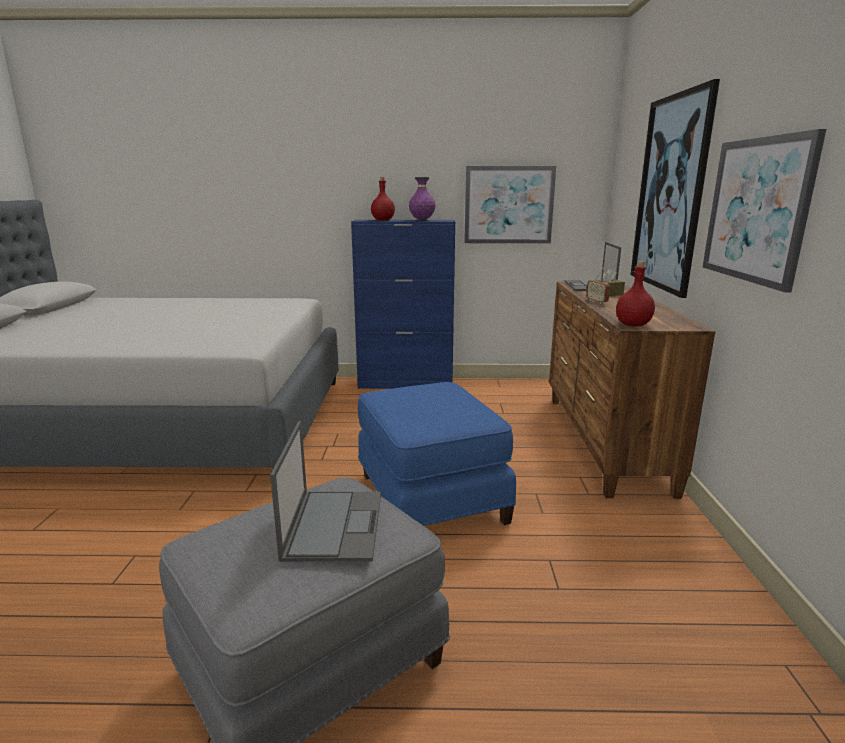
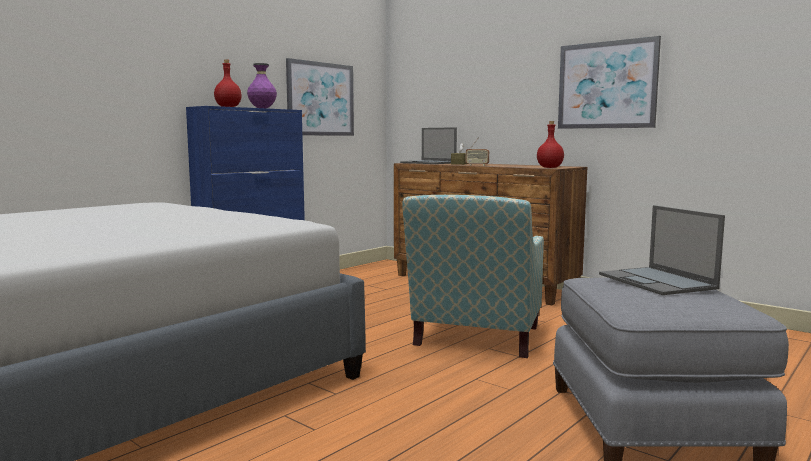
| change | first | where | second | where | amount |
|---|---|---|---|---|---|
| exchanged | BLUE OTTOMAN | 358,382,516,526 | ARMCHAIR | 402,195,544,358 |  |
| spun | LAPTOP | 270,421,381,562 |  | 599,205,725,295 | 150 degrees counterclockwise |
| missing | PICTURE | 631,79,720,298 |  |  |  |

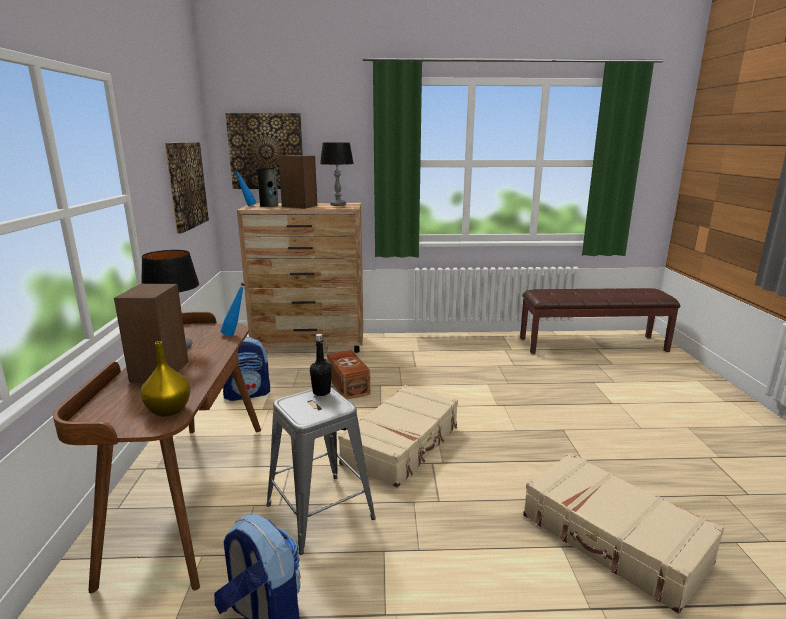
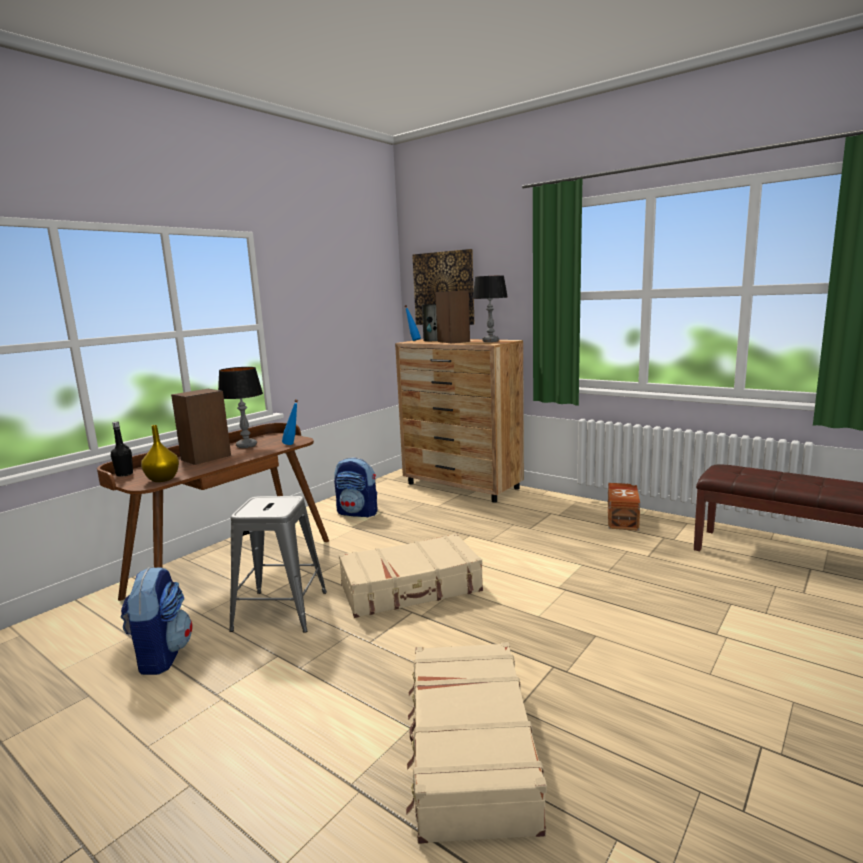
| change | first | where | second | where | amount |
|---|---|---|---|---|---|
| relocated | BLACK BOTTLE | 310,334,332,396 |  | 111,422,133,477 |  |
| relocated | BROWN STORAGE BOX | 327,350,370,399 |  | 608,483,640,531 |  |
| missing | PICTURE | 165,142,209,234 |  |  |  |

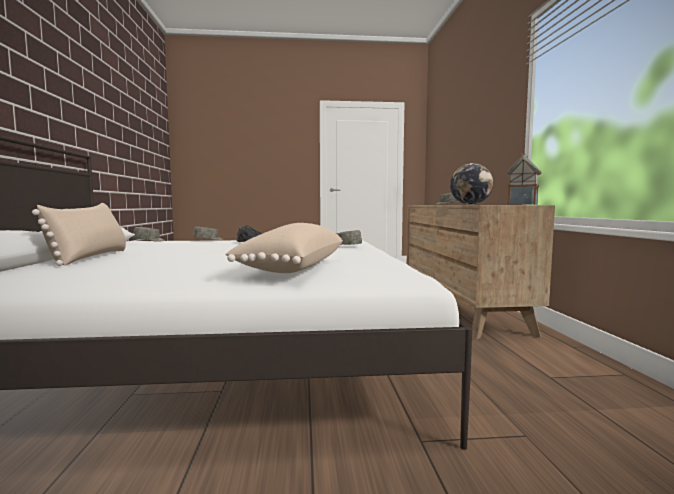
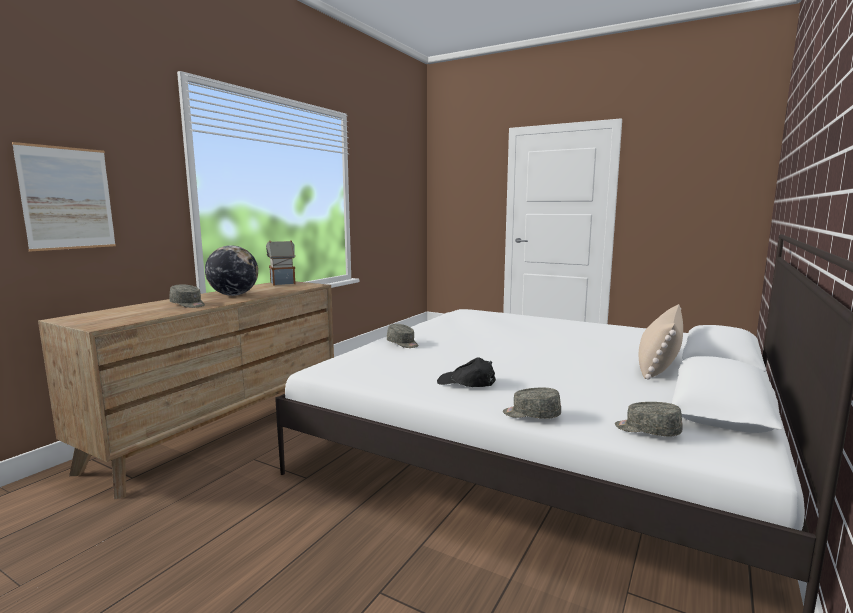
| change | first | where | second | where | amount |
|---|---|---|---|---|---|
| appeared |  |  | PICTURE | 12,142,116,251 |  |
| missing | BEIGE PILLOW | 225,223,343,273 |  |  |  |

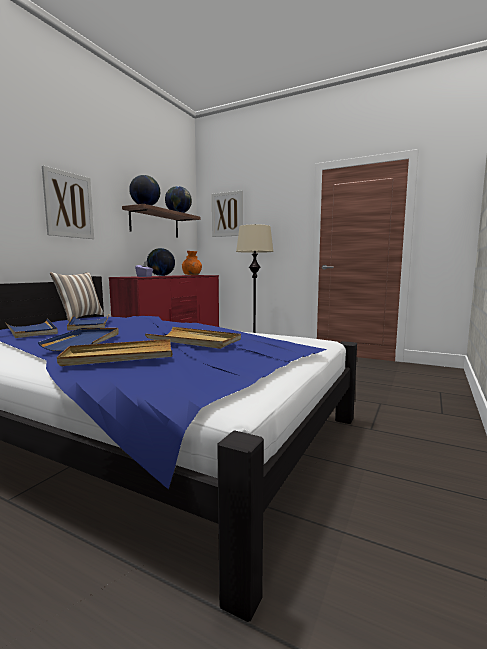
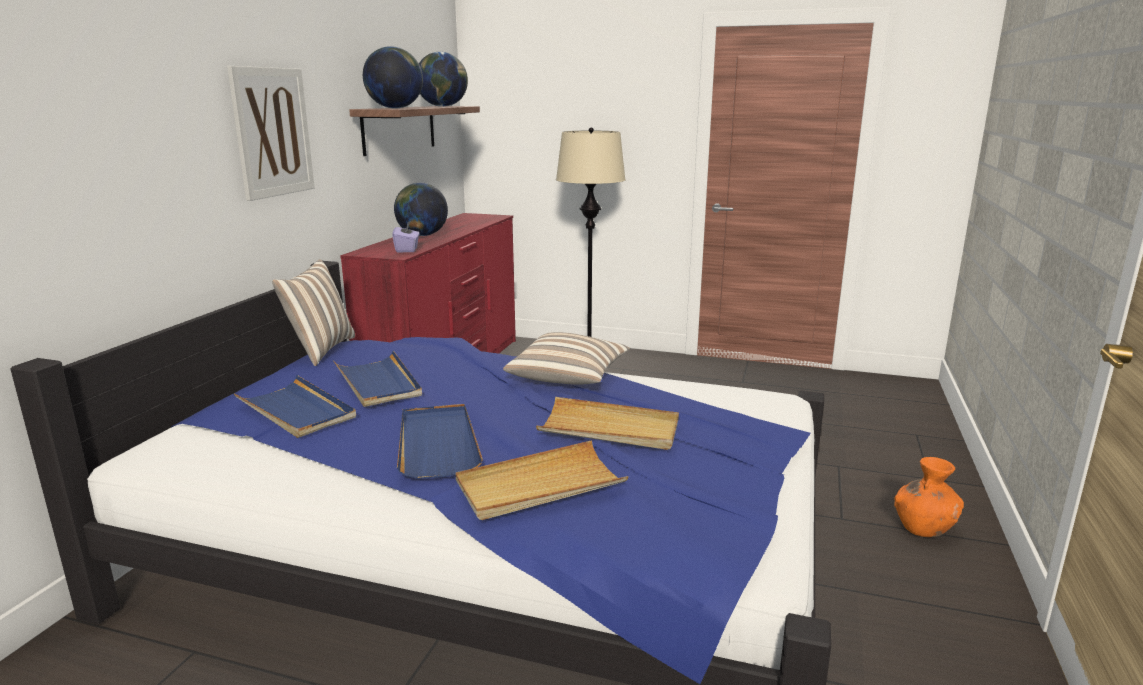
| change | first | where | second | where | amount |
|---|---|---|---|---|---|
| appeared |  |  | PILLOW | 503,332,630,385 |  |
| relocated | ORANGE VASE | 182,251,202,275 |  | 894,457,964,537 |  |
| missing | PICTURE | 212,190,243,237 |  |  |  |

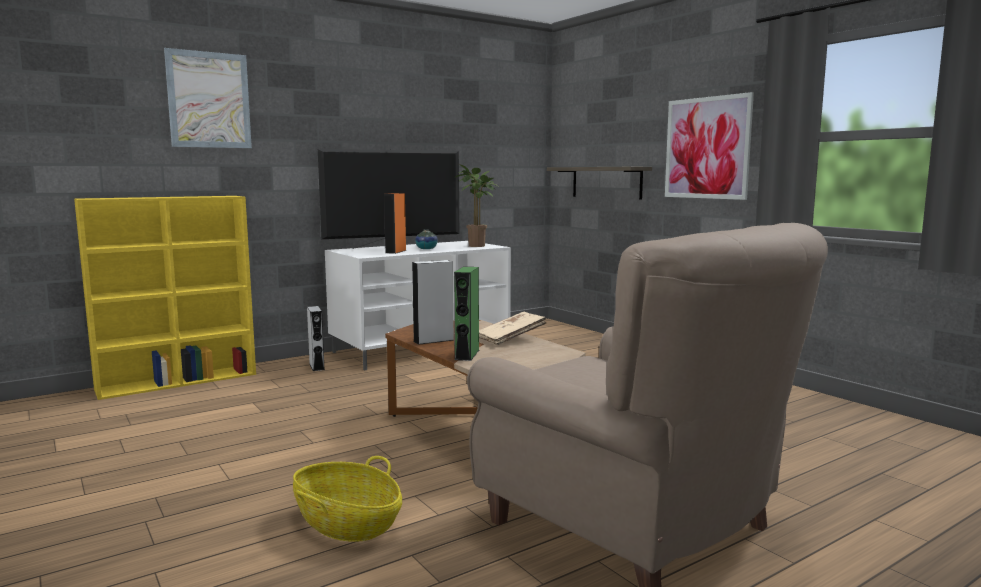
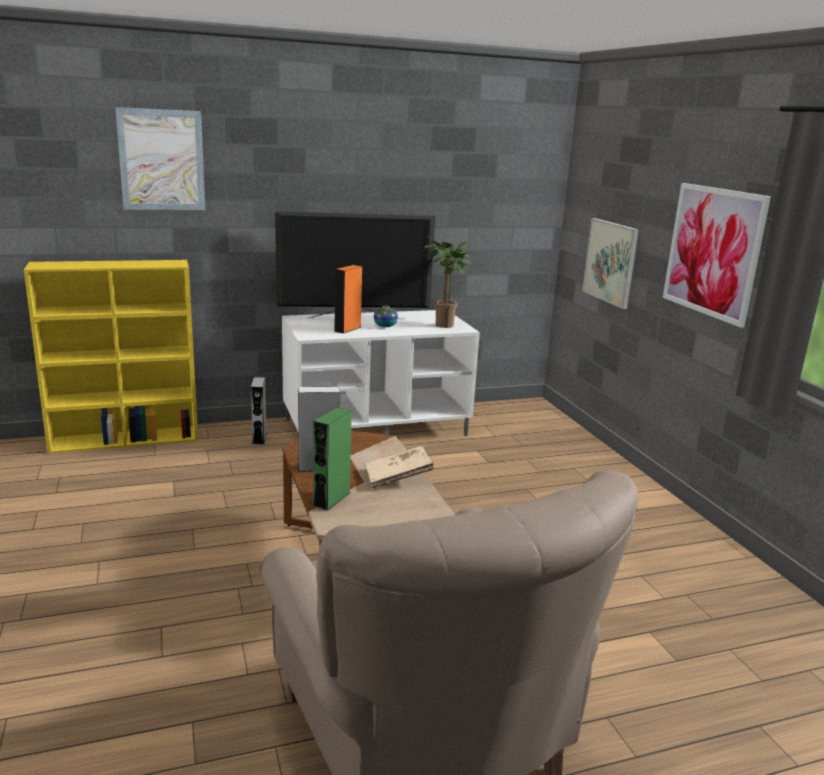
| change | first | where | second | where | amount |
|---|---|---|---|---|---|
| exchanged | SHELF | 547,167,652,200 | PICTURE | 582,218,639,309 |  |
| missing | BASKET | 293,456,402,542 |  |  |  |

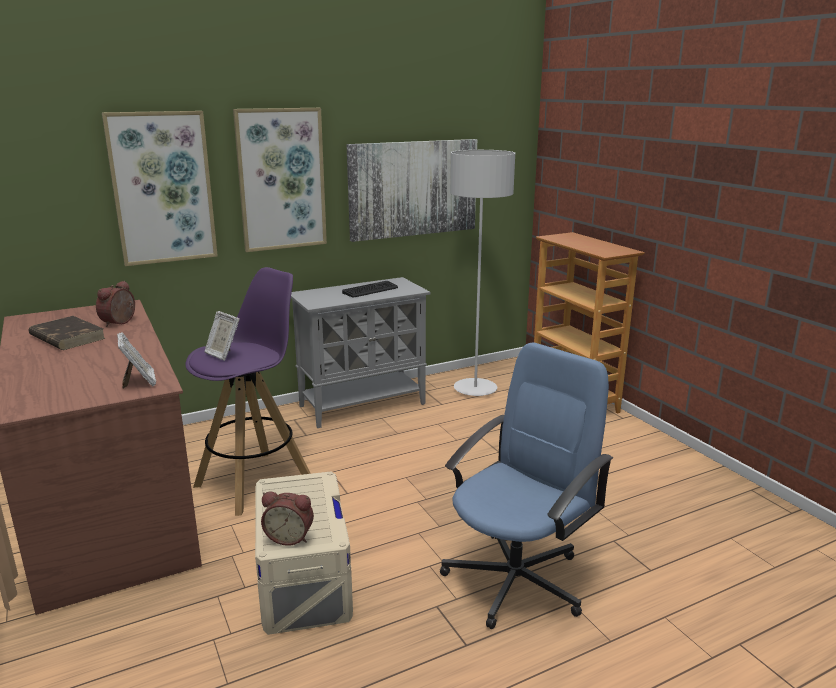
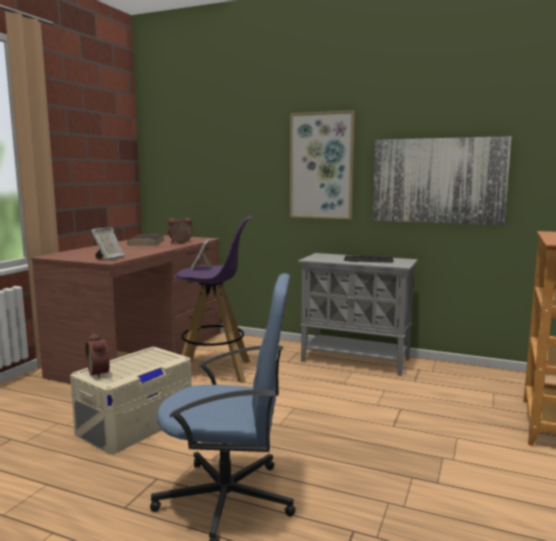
| change | first | where | second | where | amount |
|---|---|---|---|---|---|
| missing | PICTURE | 102,111,218,266 |  |  |  |
| missing | GREY FLOOR LAMP | 450,150,515,396 |  |  |  |

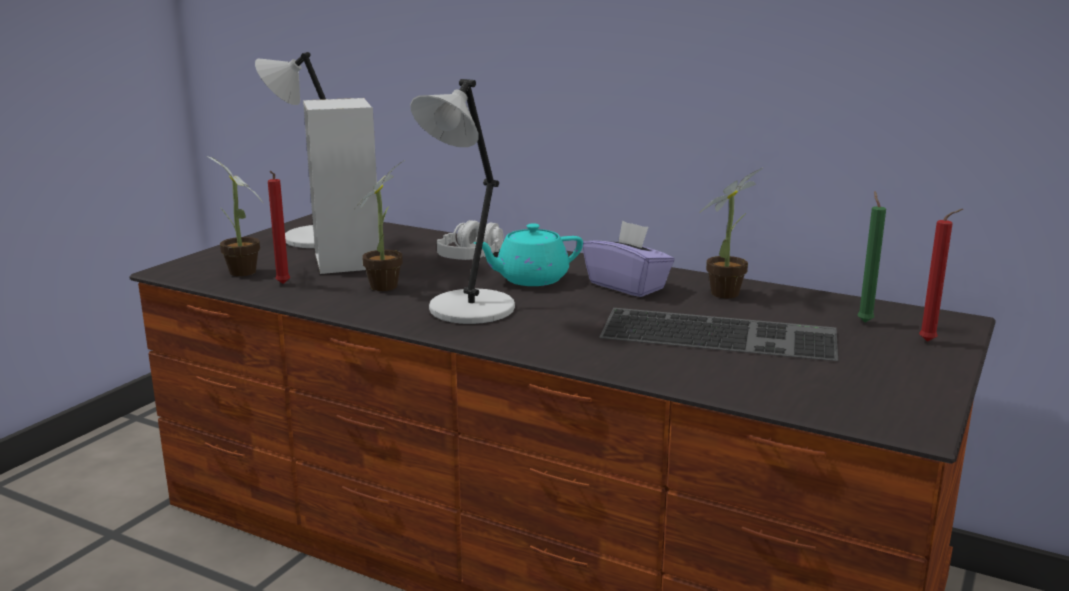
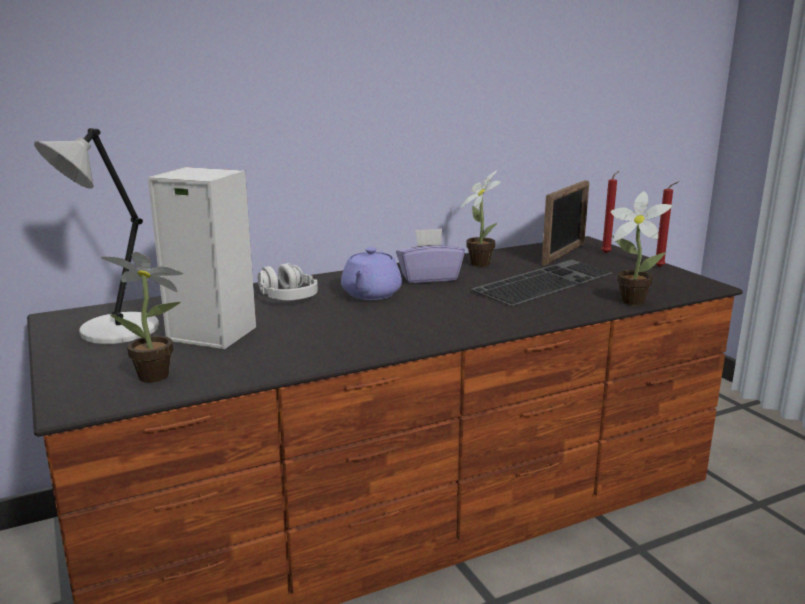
| change | first | where | second | where | amount |
|---|---|---|---|---|---|
| colour | TURQUOISE TEAPOT | 474,223,583,286 | PURPLE TEAPOT | 341,247,402,300 |  |
| exchanged | GREEN CANDLE | 857,191,886,323 | PICTURE FRAME | 542,180,589,266 |  |
| relocated | POTTED PLANT | 353,159,406,291 |  | 611,191,673,305 |  |
| relocated | RED CANDLE | 268,171,290,284 |  | 656,182,678,267 |  |
| missing | GREY TABLE LAMP | 410,79,515,324 |  |  |  |

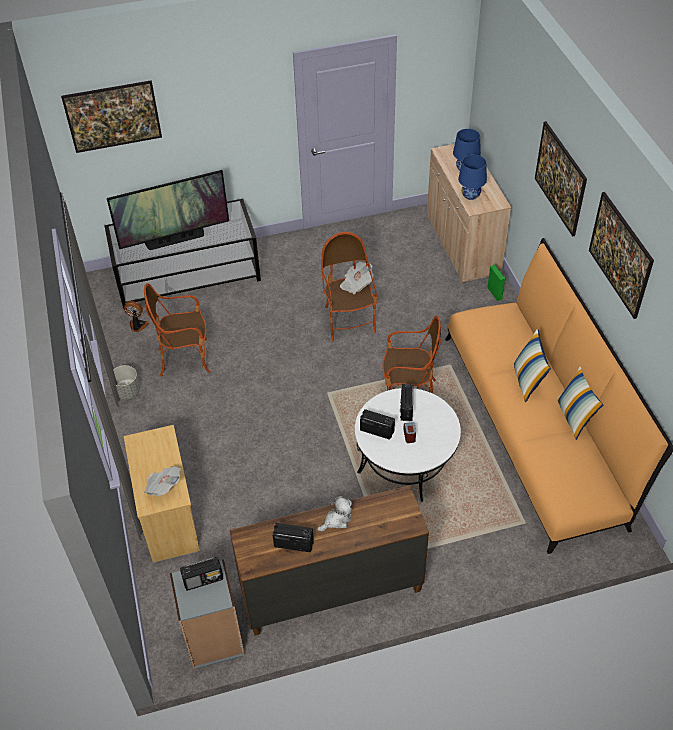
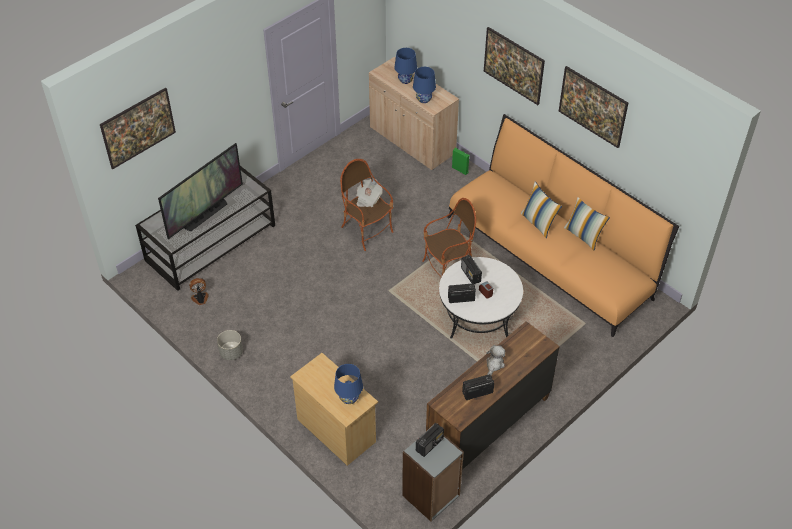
| change | first | where | second | where | amount |
|---|---|---|---|---|---|
| exchanged | NEWSPAPER | 144,466,181,496 | BLUE TABLE LAMP | 334,364,363,404 |  |
| missing | ARMCHAIR | 144,283,210,376 |  |  |  |

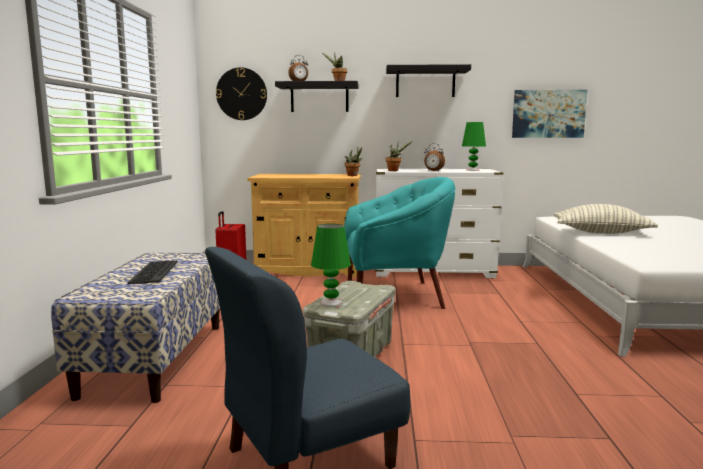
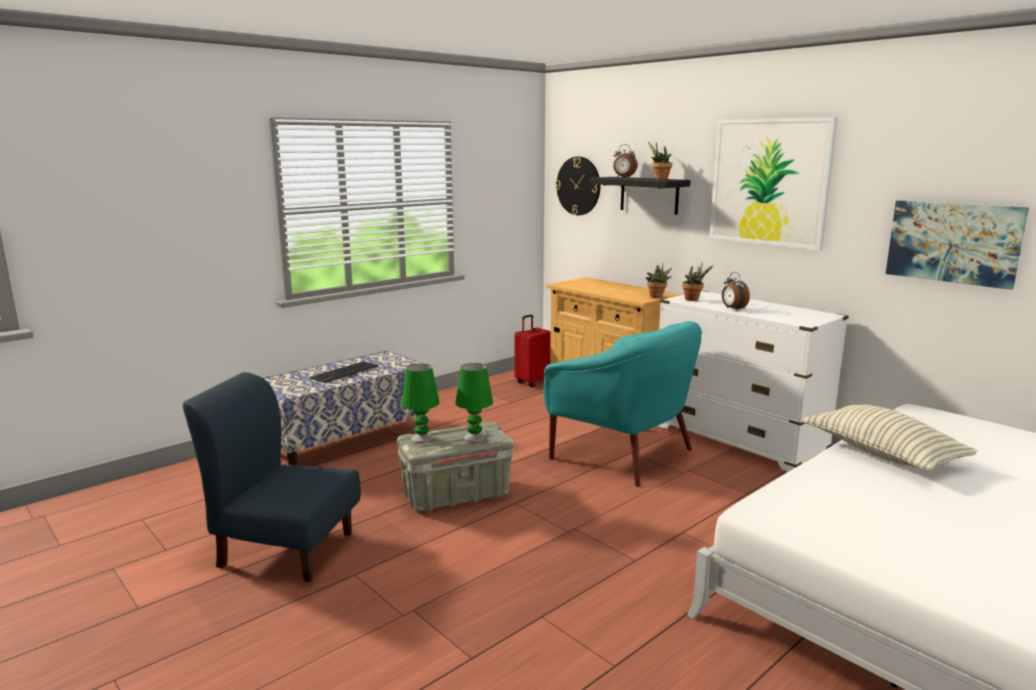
| change | first | where | second | where | amount |
|---|---|---|---|---|---|
| relocated | GREEN TABLE LAMP | 462,122,486,171 |  | 455,363,493,442 |  |
| exchanged | BLACK SHELF | 386,64,471,97 | PICTURE | 709,117,838,251 |  |

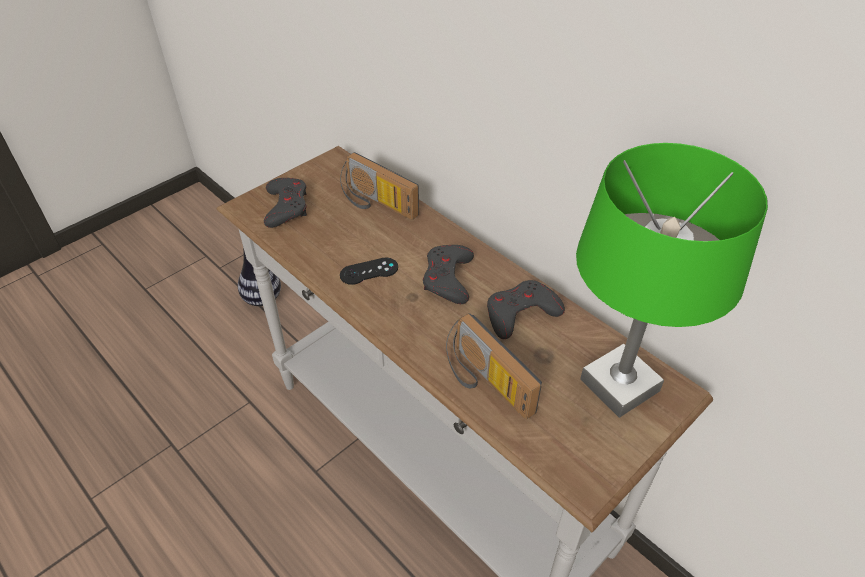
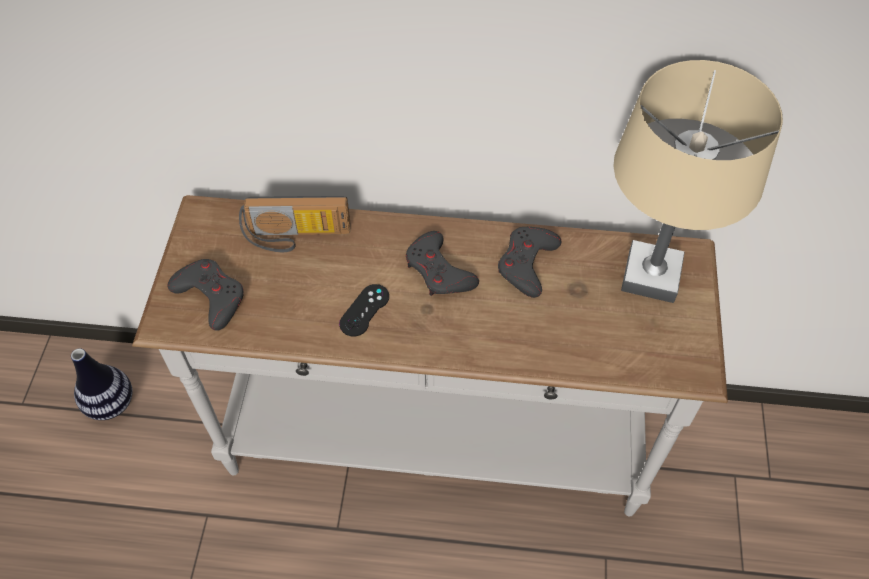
| change | first | where | second | where | amount |
|---|---|---|---|---|---|
| colour | GREEN TABLE LAMP | 576,143,768,418 | BEIGE TABLE LAMP | 613,60,783,303 |  |
| missing | RADIO | 446,313,542,419 |  |  |  |

